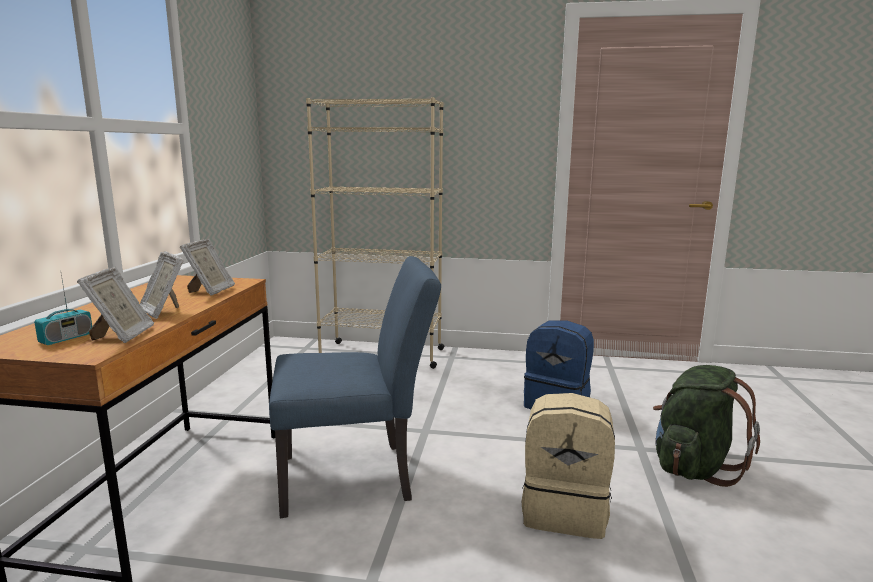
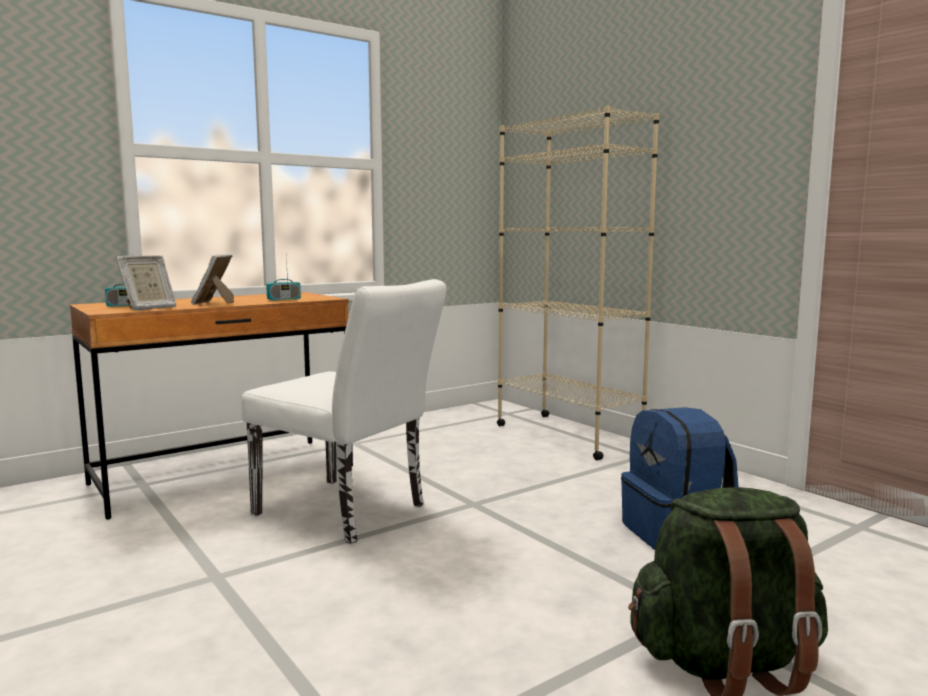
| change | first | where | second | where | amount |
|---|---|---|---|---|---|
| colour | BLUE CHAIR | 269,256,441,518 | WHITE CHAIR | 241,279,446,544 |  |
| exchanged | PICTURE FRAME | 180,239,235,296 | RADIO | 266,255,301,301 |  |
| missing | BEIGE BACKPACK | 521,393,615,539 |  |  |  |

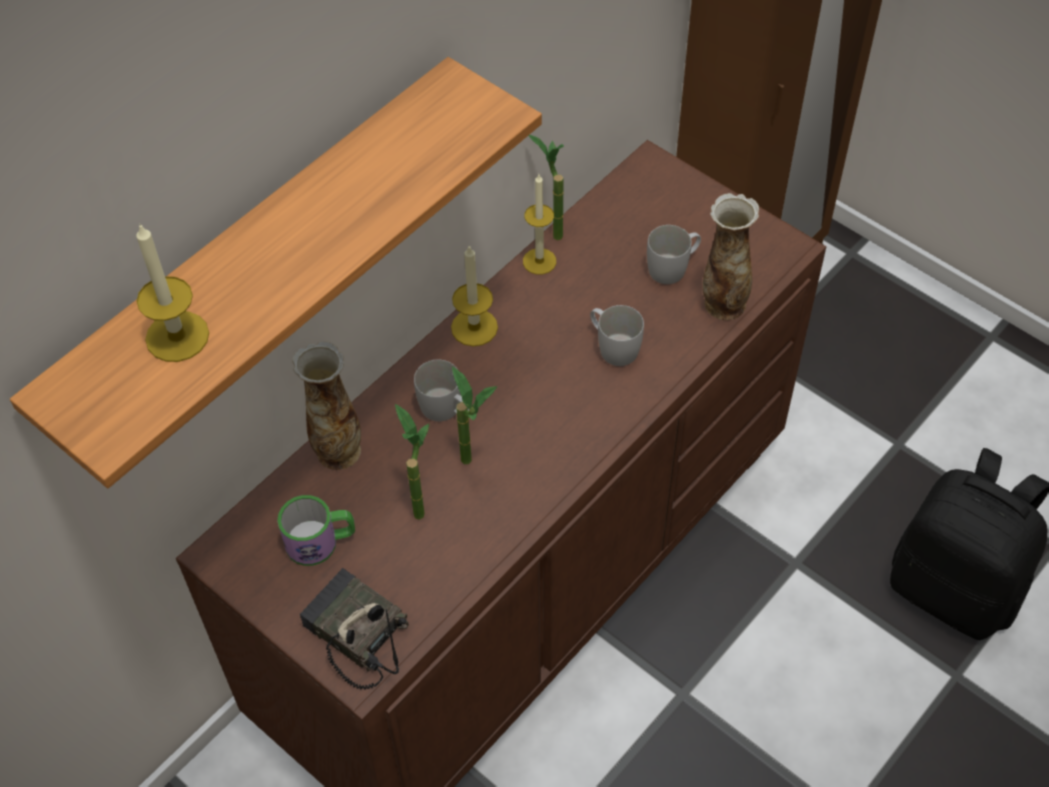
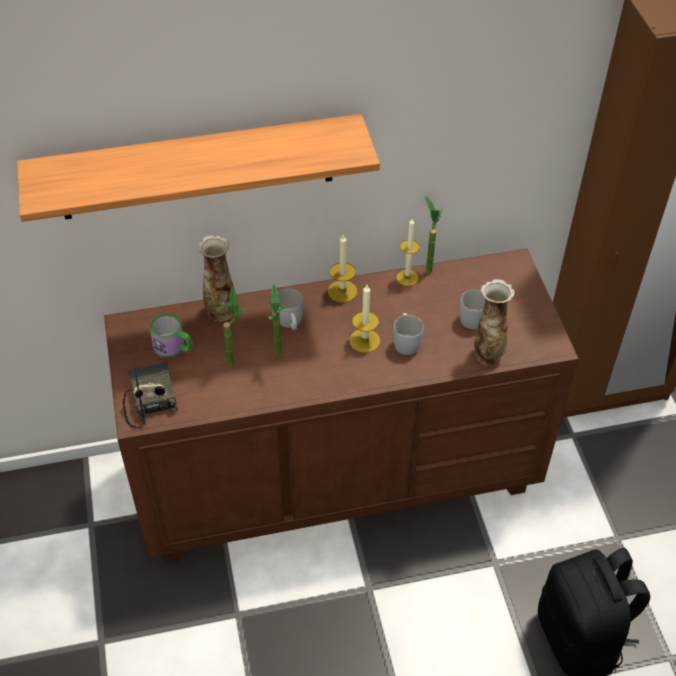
| change | first | where | second | where | amount |
|---|---|---|---|---|---|
| relocated | CANDLE | 136,223,209,362 |  | 349,285,380,353 |  |

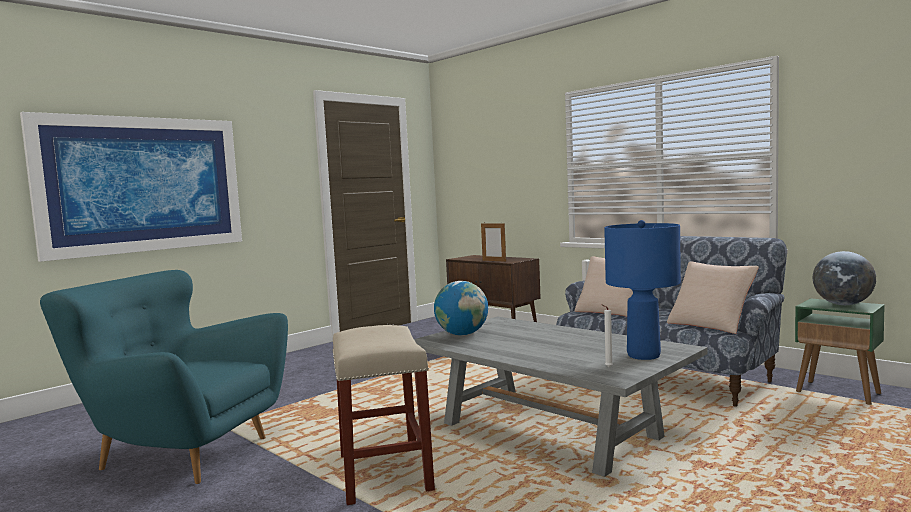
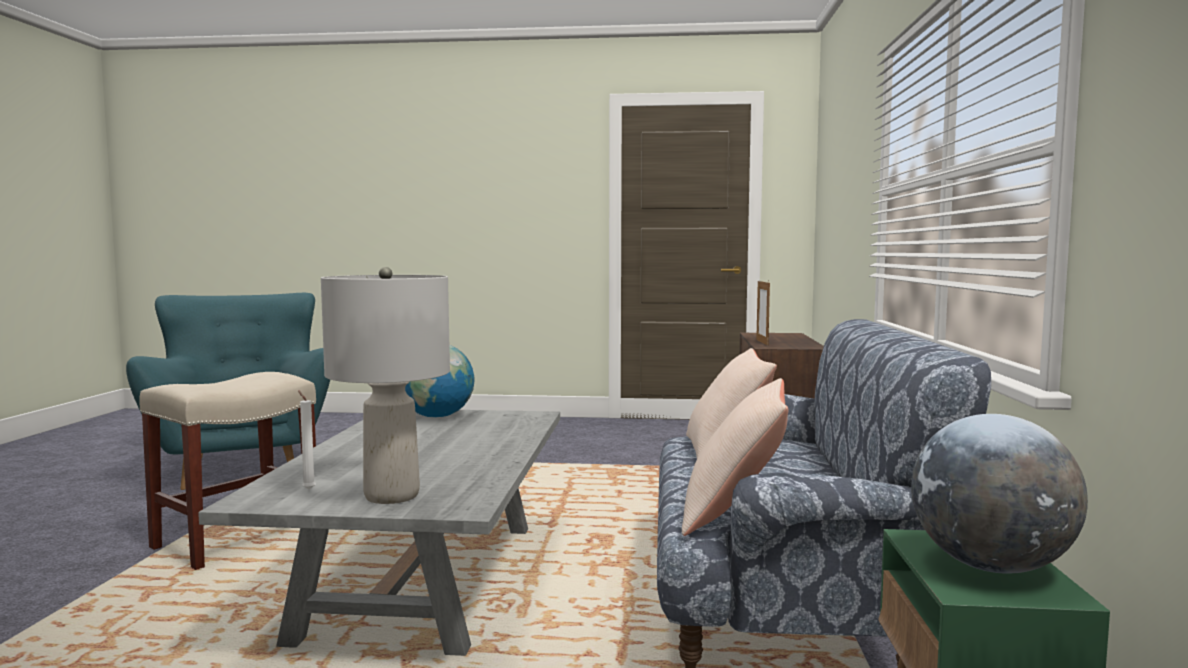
| change | first | where | second | where | amount |
|---|---|---|---|---|---|
| colour | BLUE TABLE LAMP | 604,220,681,360 | GREY TABLE LAMP | 321,267,450,504 |  |
| missing | PICTURE | 20,112,242,262 |  |  |  |

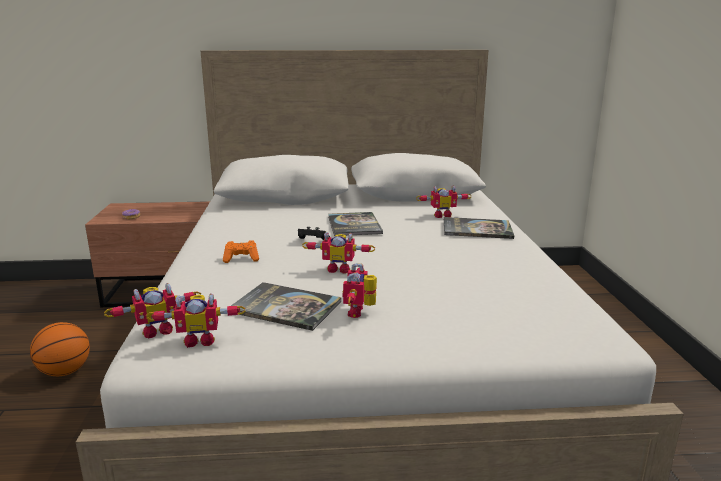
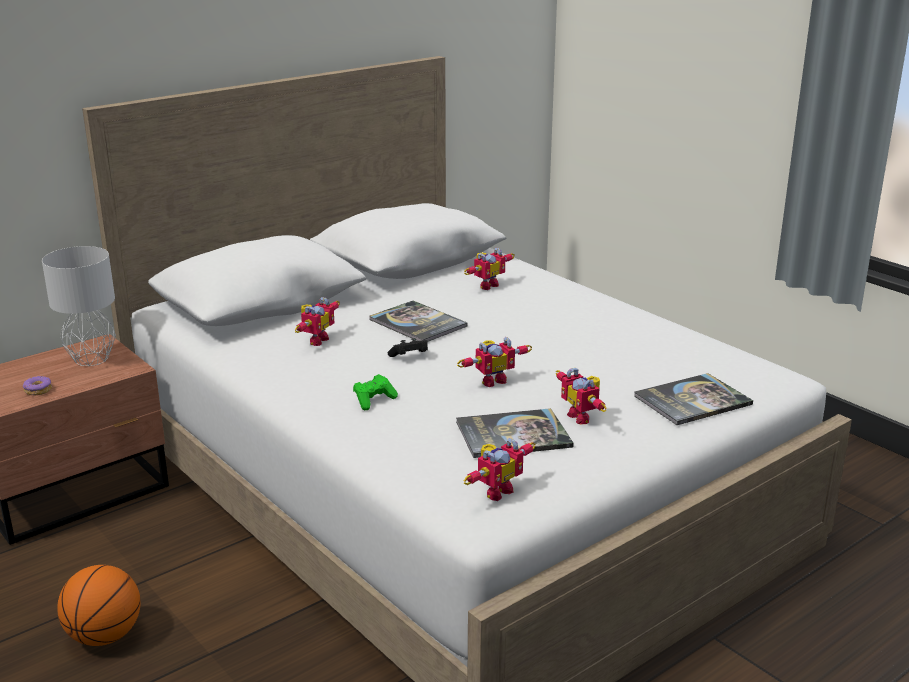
| change | first | where | second | where | amount |
|---|---|---|---|---|---|
| appeared |  |  | GREY TABLE LAMP | 42,246,116,366 |  |
| relocated | TOY ROBOT | 104,283,201,339 |  | 295,297,339,346 |  |
| colour | ORANGE GAME CONTROLLER | 223,240,259,263 | GREEN GAME CONTROLLER | 353,374,398,410 |  |
| relocated | BOOK | 444,217,514,239 |  | 634,373,753,425 |  |

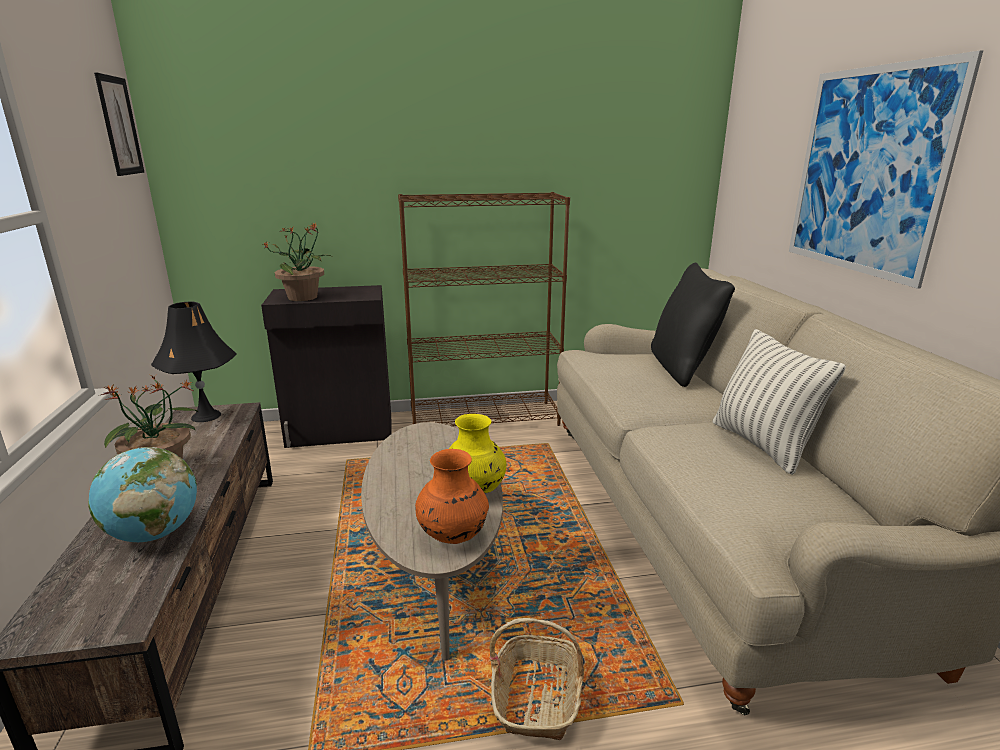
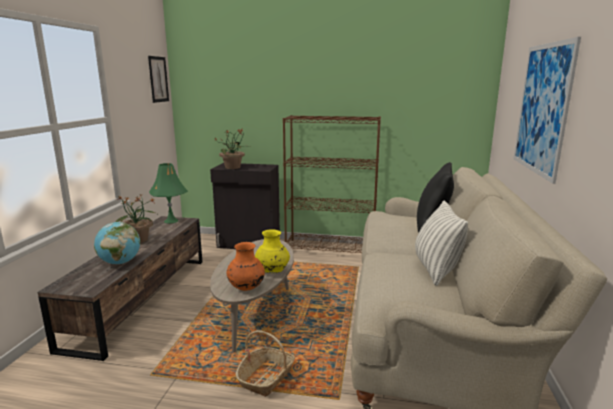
| change | first | where | second | where | amount |
|---|---|---|---|---|---|
| colour | BLACK TABLE LAMP | 151,301,236,422 | GREEN TABLE LAMP | 149,163,188,223 |  |

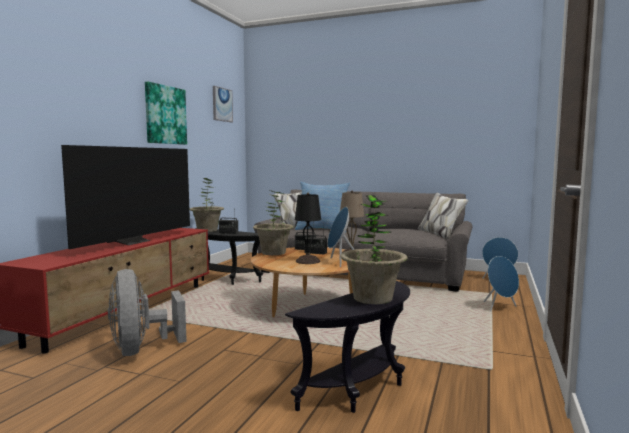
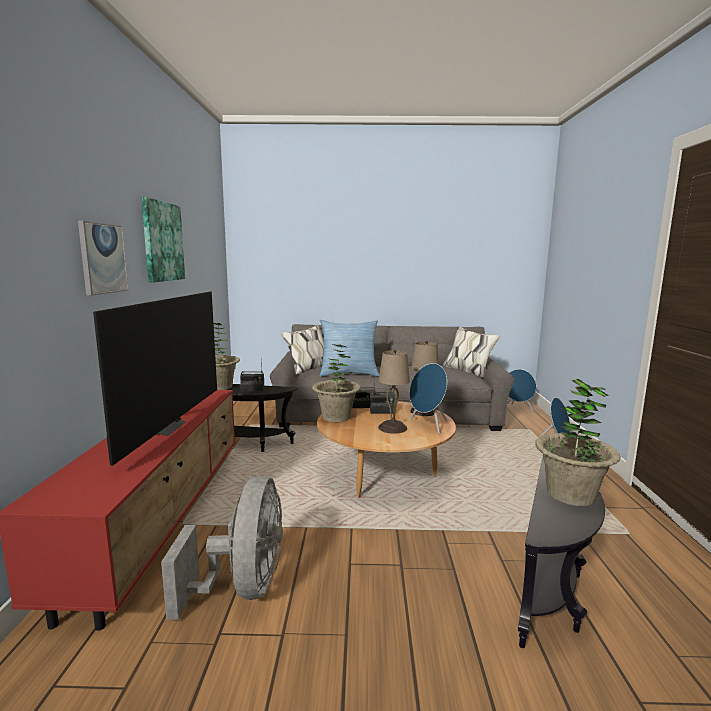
| change | first | where | second | where | amount |
|---|---|---|---|---|---|
| relocated | PICTURE | 213,86,233,122 |  | 78,221,128,295 |  |
| spun | GREY FAN | 108,269,187,356 |  | 161,476,283,619 | 135 degrees counterclockwise |
| colour | BLACK TABLE LAMP | 295,193,321,264 | BEIGE TABLE LAMP | 378,350,410,434 |  |

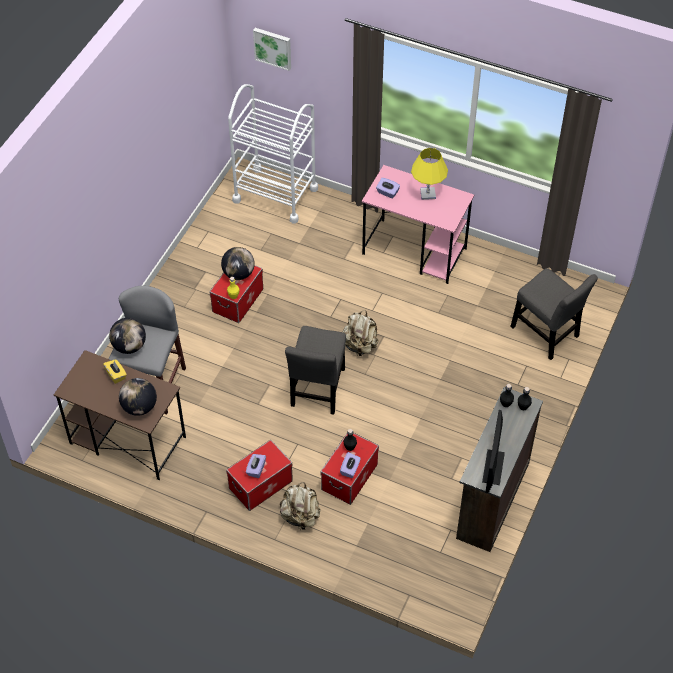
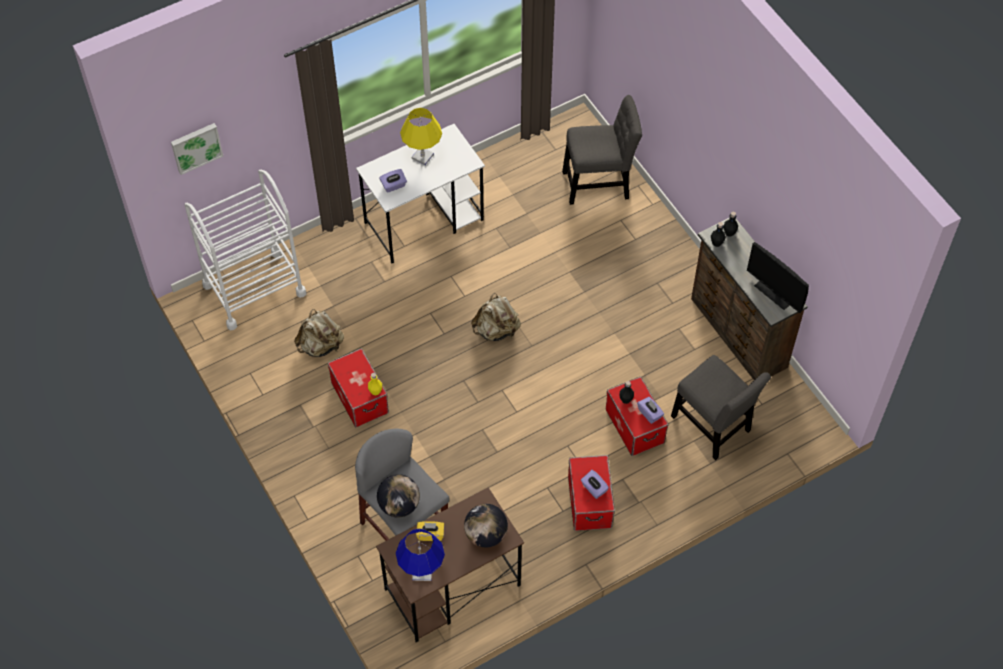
| change | first | where | second | where | amount |
|---|---|---|---|---|---|
| relocated | BEIGE BACKPACK | 280,482,321,530 |  | 294,309,344,357 |  |
| colour | PINK DESK | 362,165,474,284 | WHITE DESK | 356,124,485,264 |  |
| appeared |  |  | BLUE TABLE LAMP | 396,528,445,581 |  |
| relocated | GREY CHAIR | 285,326,346,415 |  | 671,355,771,460 |  |
| missing | GLOBE | 221,247,255,280 |  |  |  |

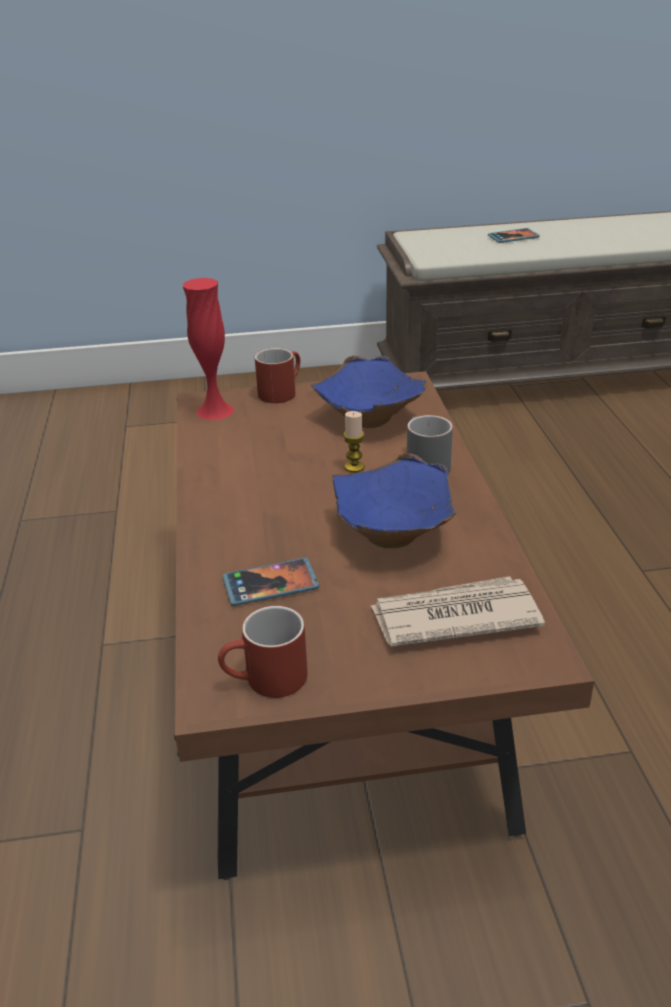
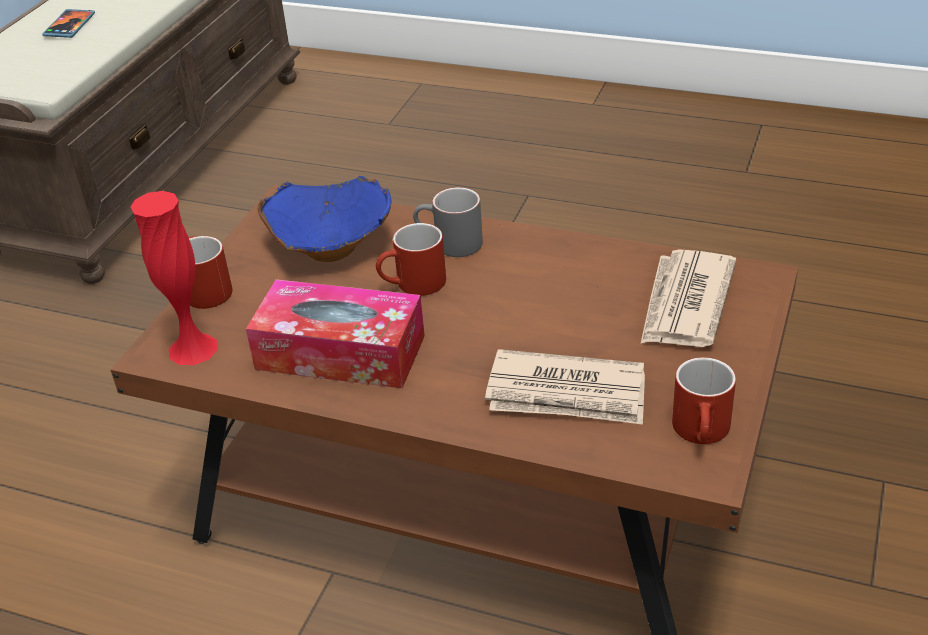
| change | first | where | second | where | amount |
|---|---|---|---|---|---|
| appeared |  |  | TISSUE BOX | 246,279,425,388 |  |
| exchanged | CANDLE | 343,411,365,472 | RED MUG | 376,223,446,296 |  |
| exchanged | PHONE | 222,557,319,606 | NEWSPAPER | 485,349,645,425 |  |
| missing | BLUE BOWL | 332,453,456,548 |  |  |  |

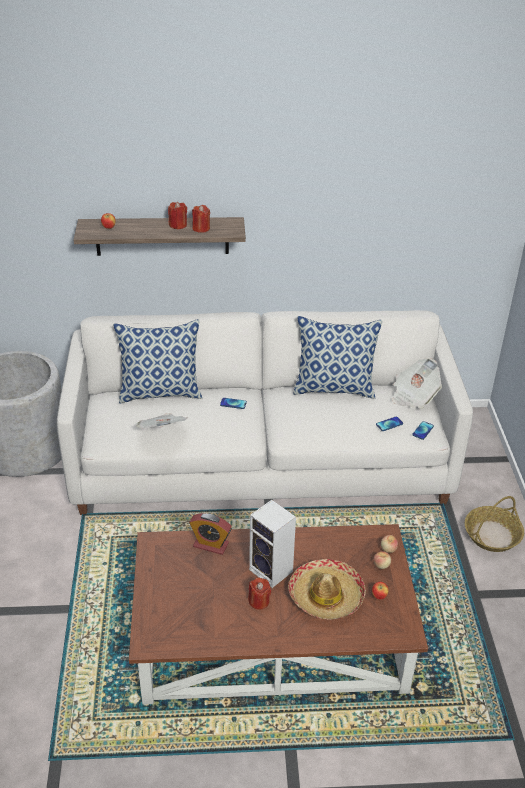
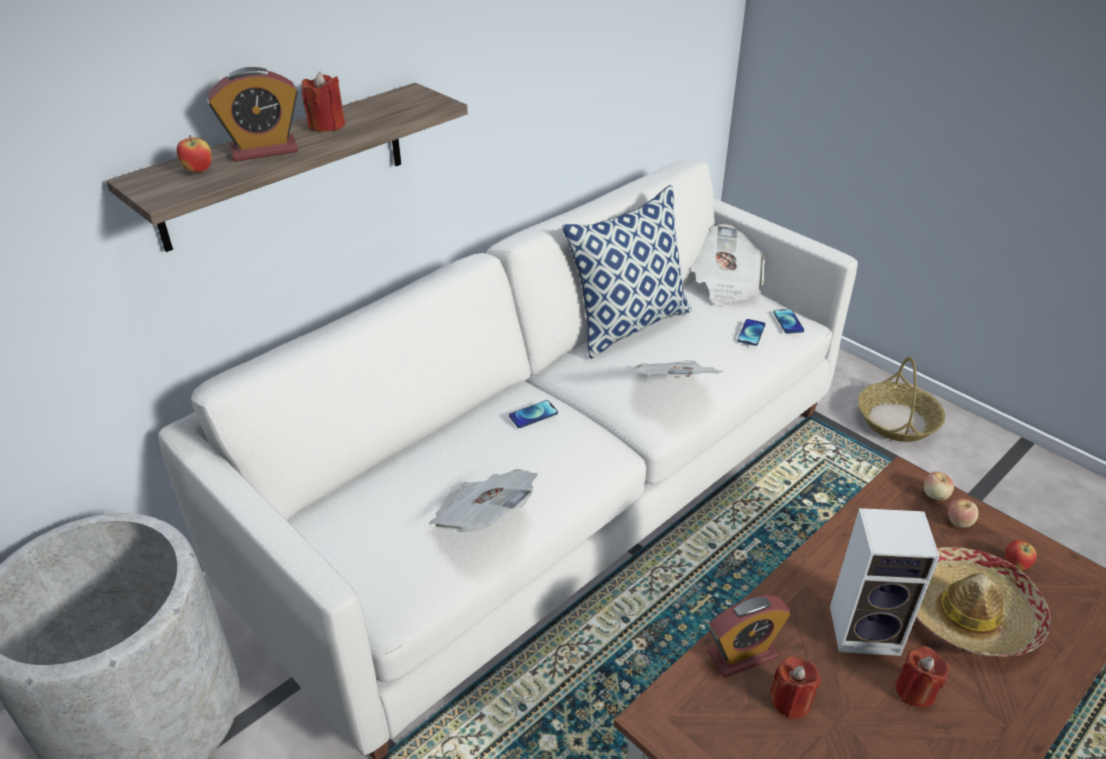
| change | first | where | second | where | amount |
|---|---|---|---|---|---|
| appeared |  |  | ALARM CLOCK | 207,67,298,162 |  |
| appeared |  |  | NEWSPAPER | 632,360,723,378 |  |
| relocated | RED CANDLE | 192,205,210,233 |  | 770,657,821,719 |  |
| missing | PILLOW | 113,319,202,403 |  |  |  |

